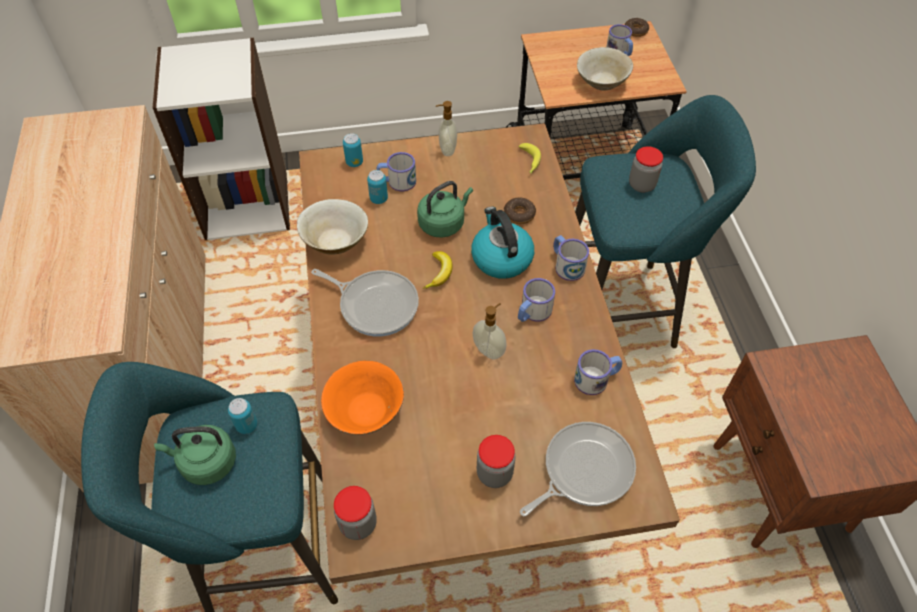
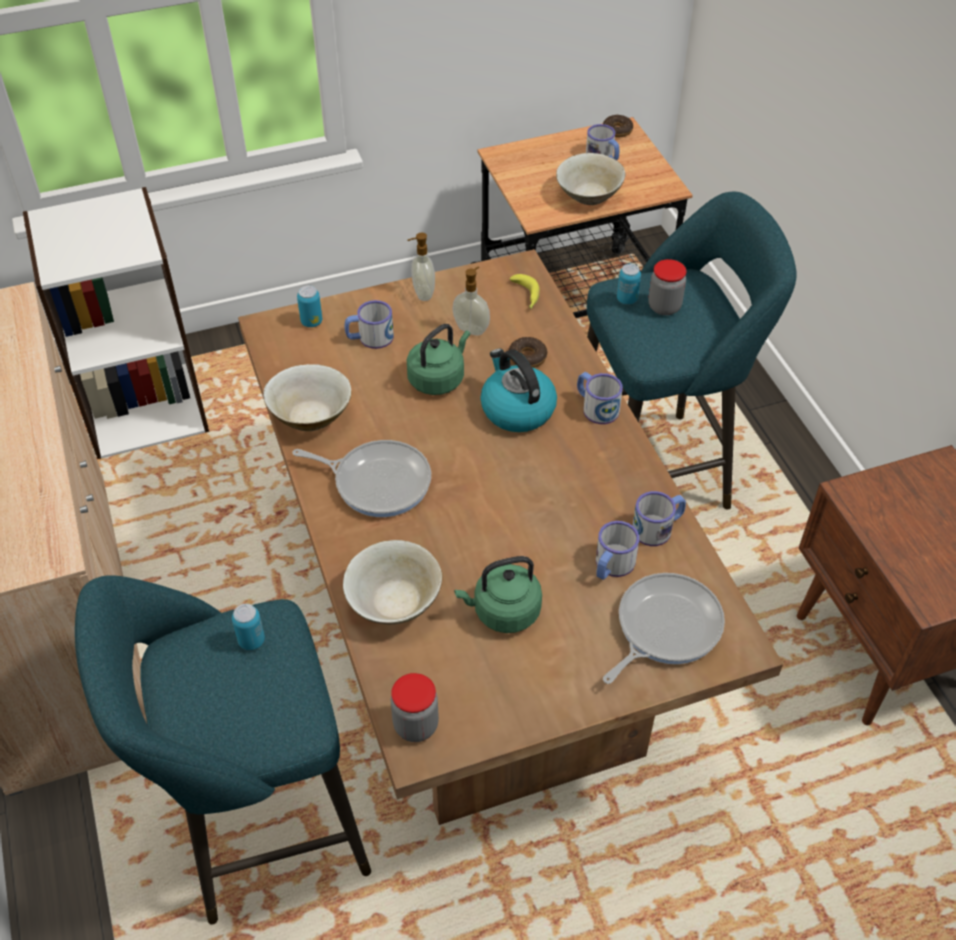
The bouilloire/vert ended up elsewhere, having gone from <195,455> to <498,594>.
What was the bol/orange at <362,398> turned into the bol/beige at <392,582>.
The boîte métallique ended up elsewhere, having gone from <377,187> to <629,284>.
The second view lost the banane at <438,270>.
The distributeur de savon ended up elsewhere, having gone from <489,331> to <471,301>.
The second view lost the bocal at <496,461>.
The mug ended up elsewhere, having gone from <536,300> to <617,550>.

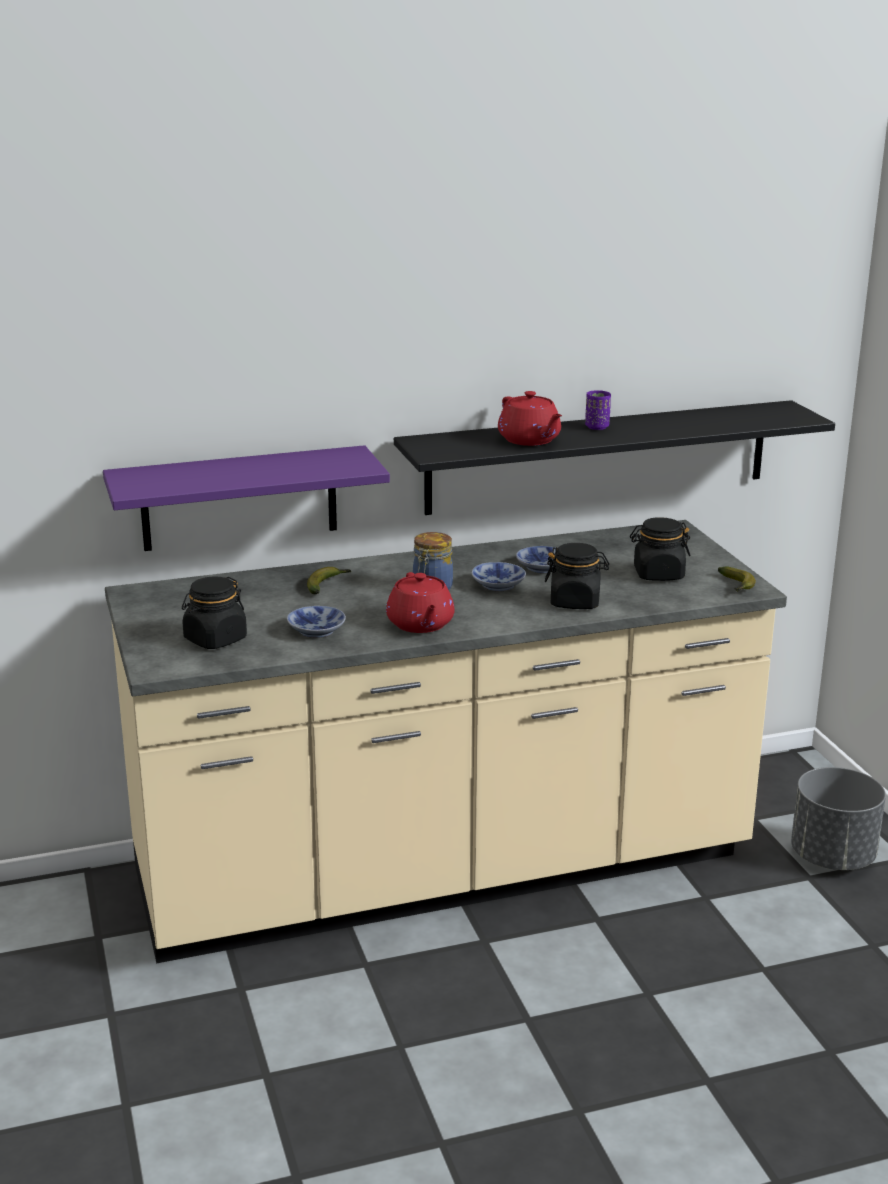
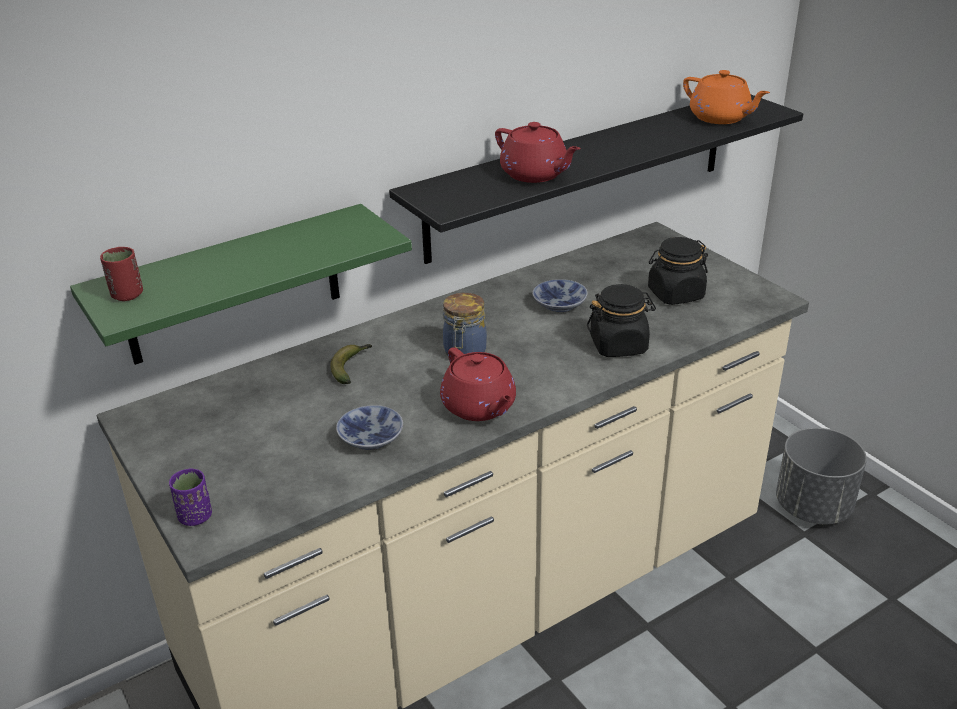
What was the étagère/violet at <246,498> turned into the étagère/vert at <241,284>.
The second view lost the bocal/noir at <214,612>.
The second view lost the bol at <499,576>.
The tasse/violet ended up elsewhere, having gone from <598,410> to <190,497>.
The second view lost the banane at <737,579>.
The second view gained the tasse/rouge at <121,274>.
The second view gained the théière/orange at <726,97>.

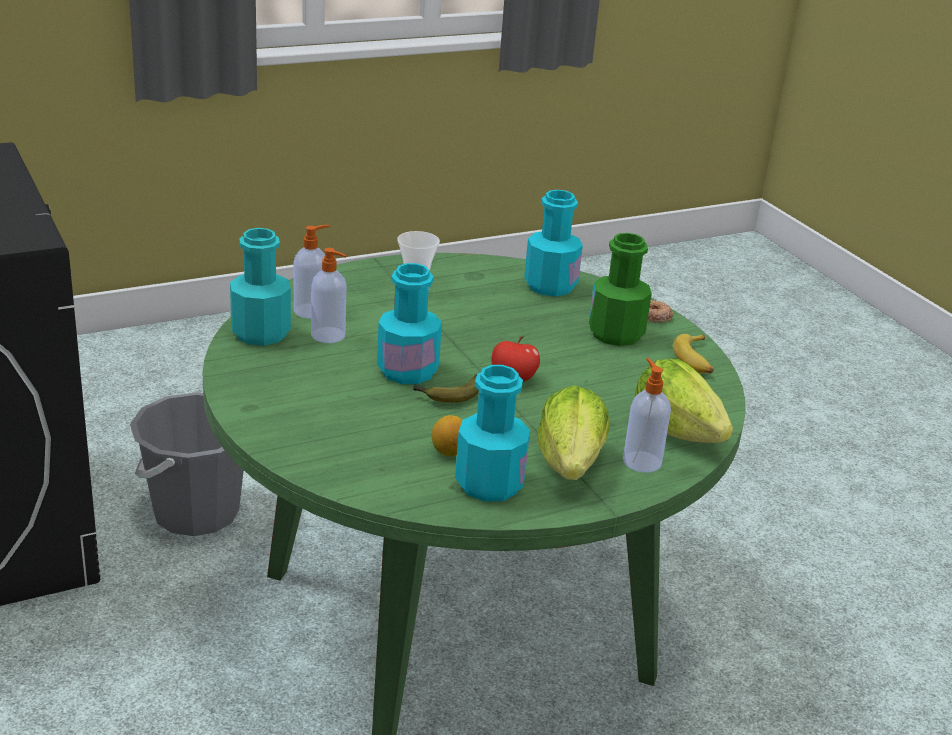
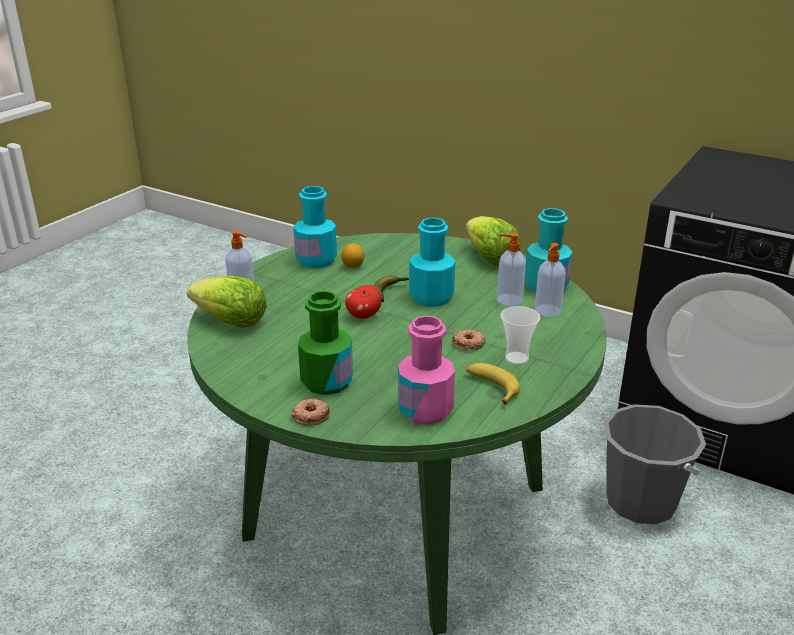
What was the bouteille/turquoise at <553,243> turned into the bouteille/rose at <426,370>.
The laitue ended up elsewhere, having gone from <573,432> to <493,240>.
The banane ended up elsewhere, having gone from <693,354> to <493,384>.
The second view gained the beignet at <468,340>.

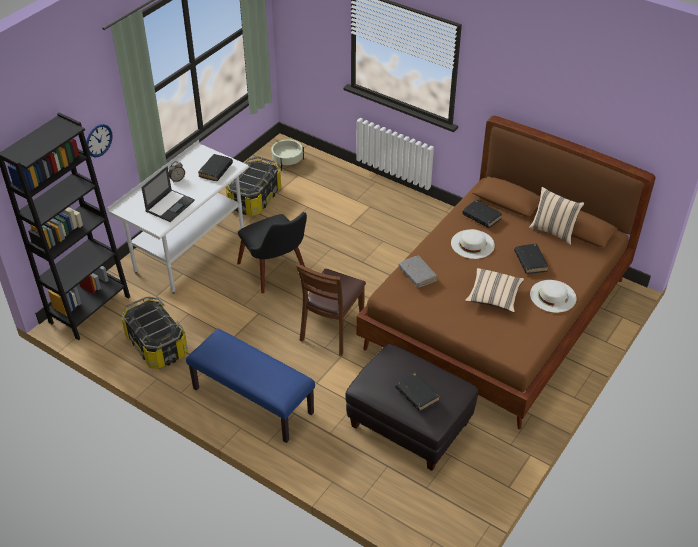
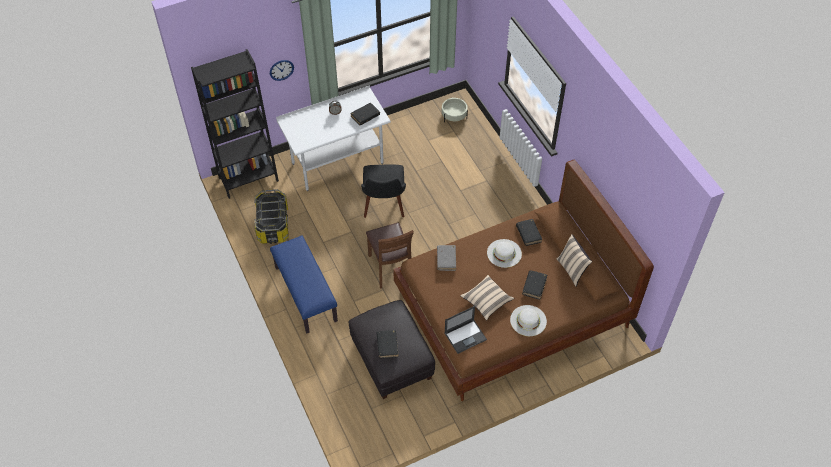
The ordinateur portable ended up elsewhere, having gone from <168,194> to <465,330>.
The second view lost the boîte de rangement at <253,186>.
The chaise/marron at <331,309> ended up facing another way, 75 degrees counterclockwise from before.

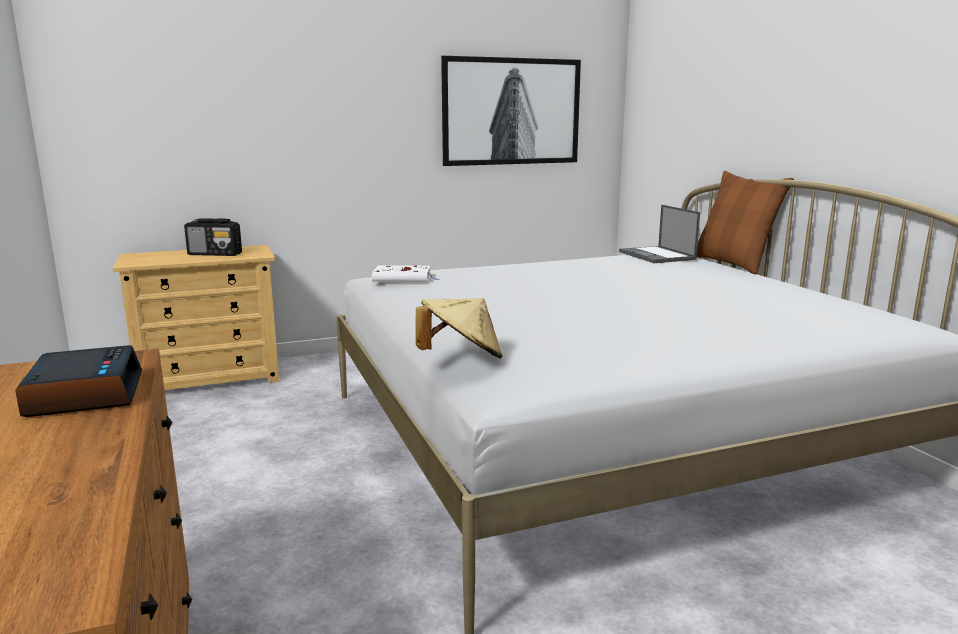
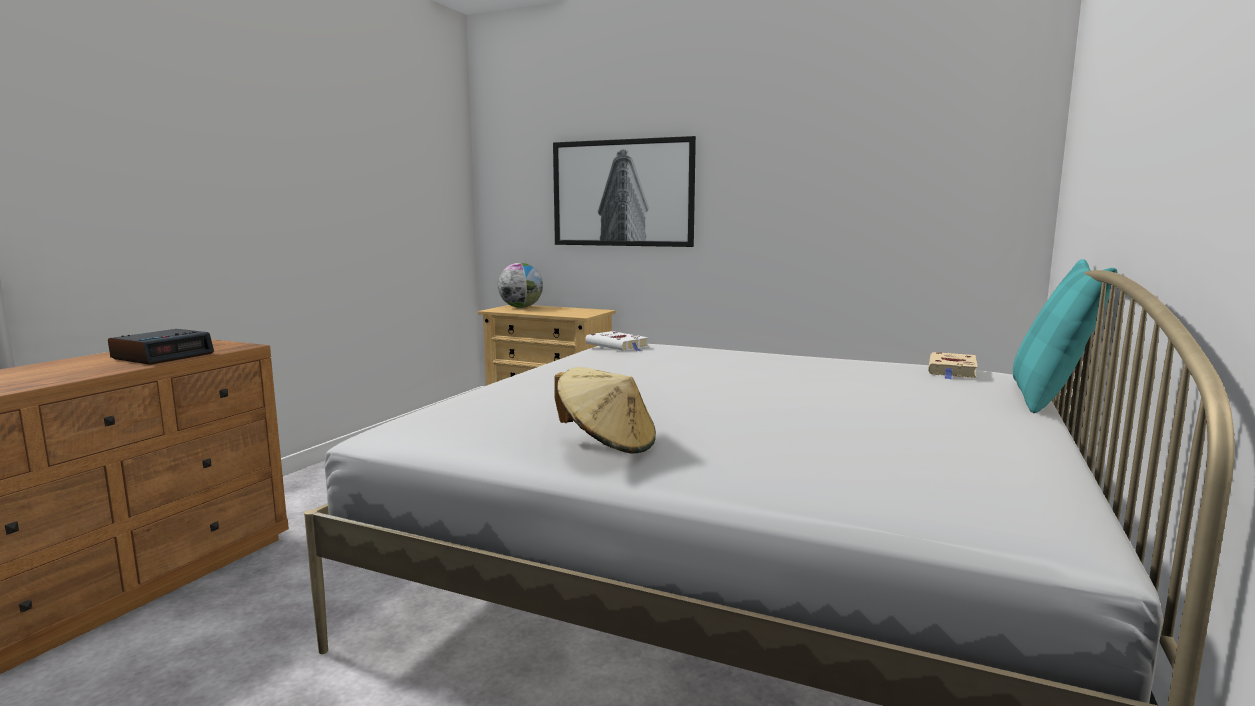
The second view lost the radio at <213,237>.
The chapeau/beige ended up elsewhere, having gone from <459,328> to <605,410>.
The tableau ended up elsewhere, having gone from <511,111> to <624,191>.
Where the ordinateur portable stood at <659,234>, the livre/beige came to stand at <953,366>.
What was the coussin/marron at <745,222> turned into the coussin/turquoise at <1065,336>.
The second view gained the globe at <520,285>.

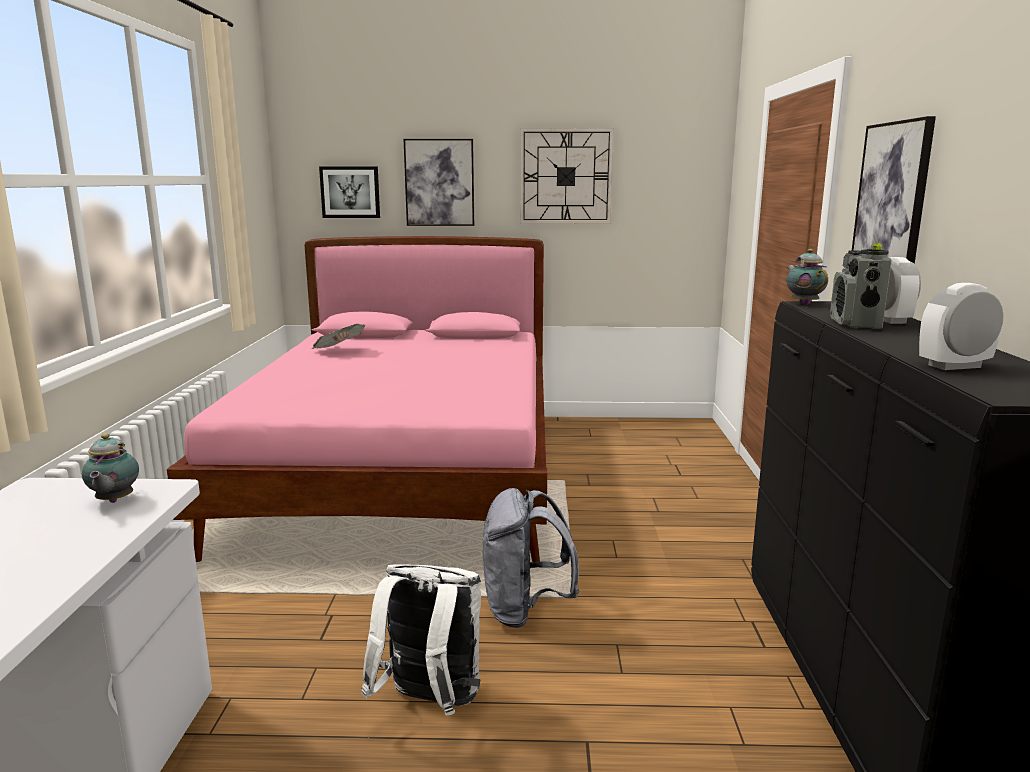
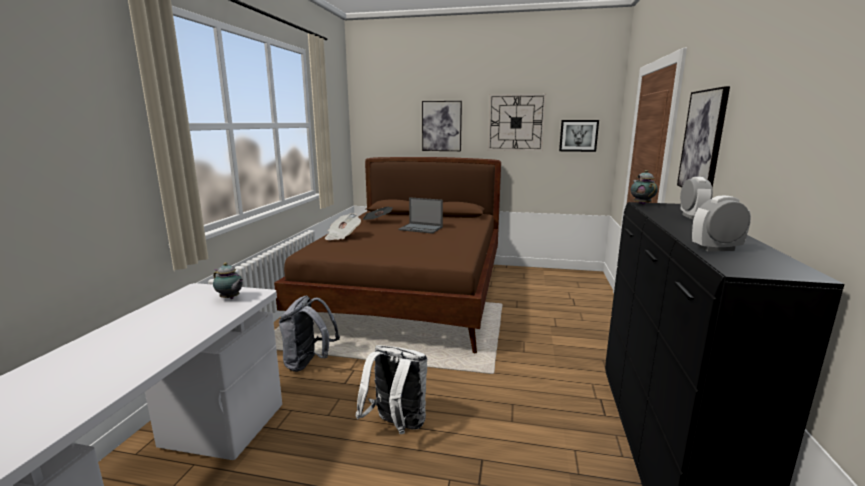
The théière at <110,468> ended up facing another way, 60 degrees counterclockwise from before.
What was the lit/rose at <357,399> turned into the lit/marron at <387,255>.
The tableau ended up elsewhere, having gone from <349,192> to <579,136>.
The sac à dos/gris ended up elsewhere, having gone from <531,558> to <309,334>.
The second view lost the radio at <861,286>.
The second view gained the journal at <342,226>.
The second view gained the ordinateur portable at <420,215>.

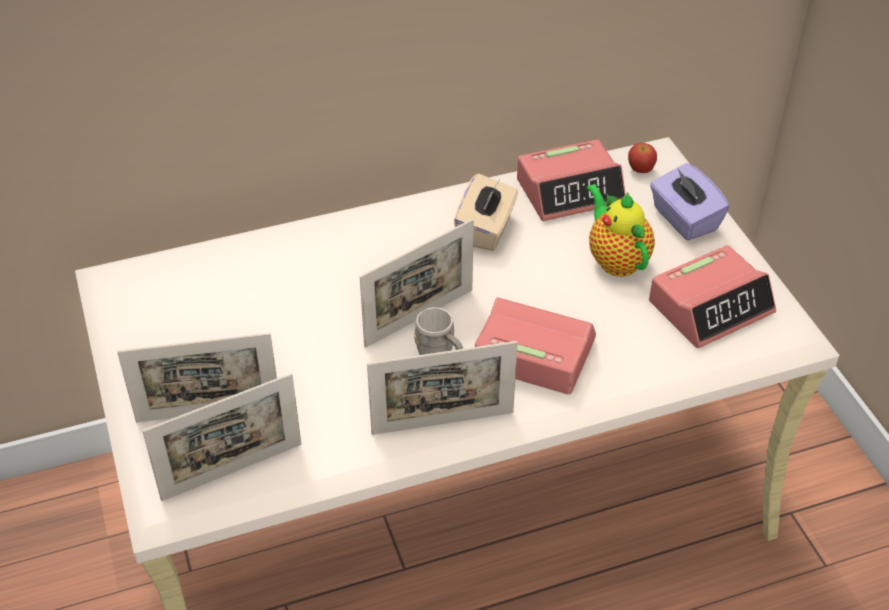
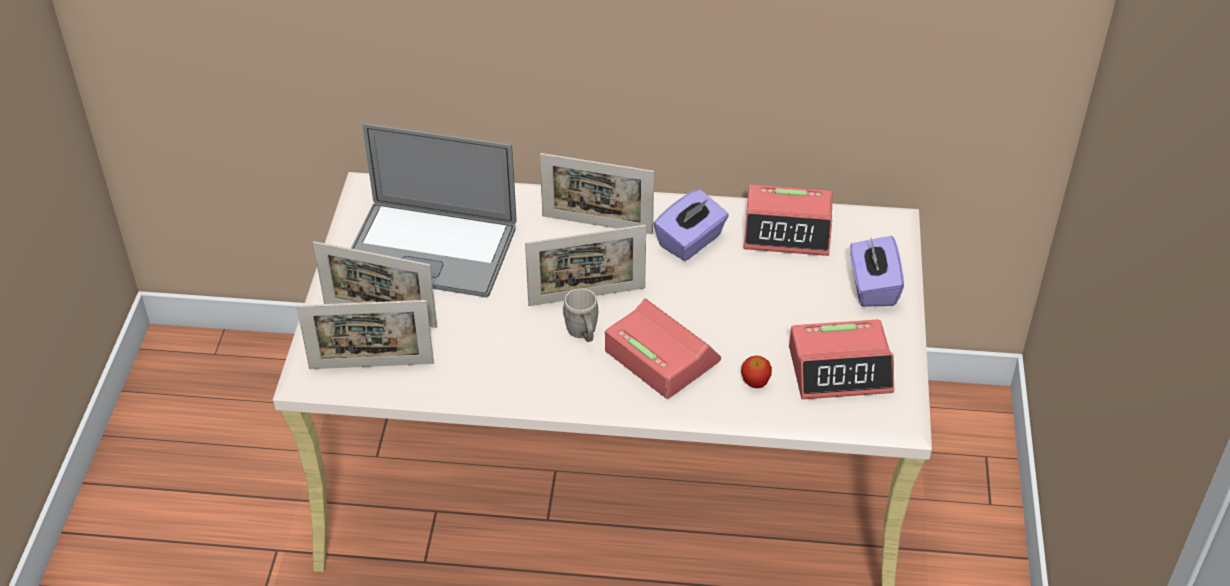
The cadre photo ended up elsewhere, having gone from <442,388> to <597,193>.
What was the boîte à mouchoirs/beige at <486,212> turned into the boîte à mouchoirs/violet at <691,225>.
The second view lost the théière at <620,230>.
The pomme ended up elsewhere, having gone from <642,158> to <756,371>.
The second view gained the ordinateur portable at <434,210>.

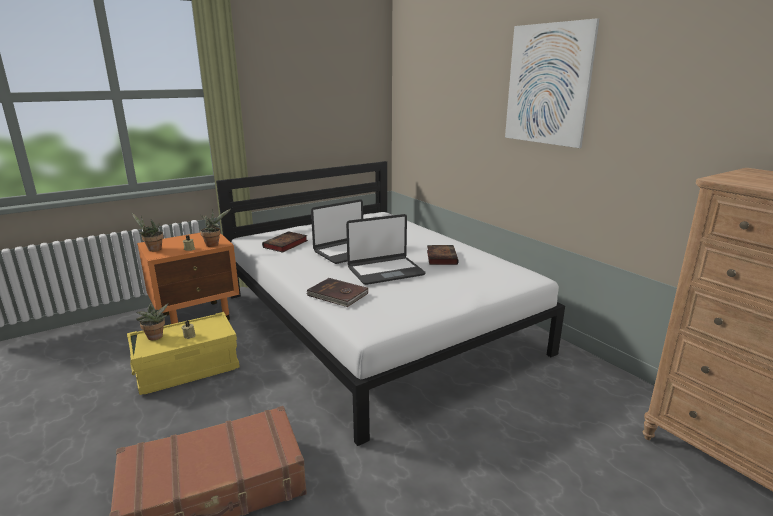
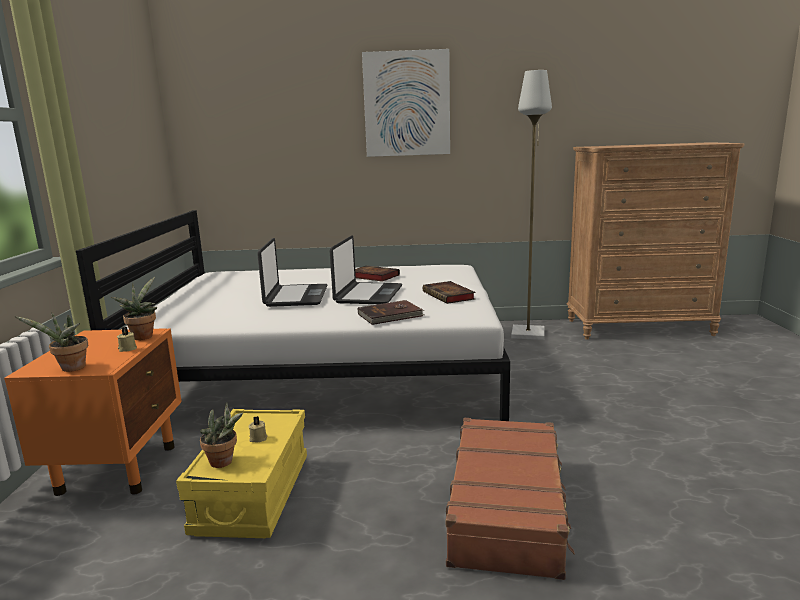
The livre ended up elsewhere, having gone from <285,242> to <449,292>.
The second view gained the lampadaire/gris at <531,205>.

